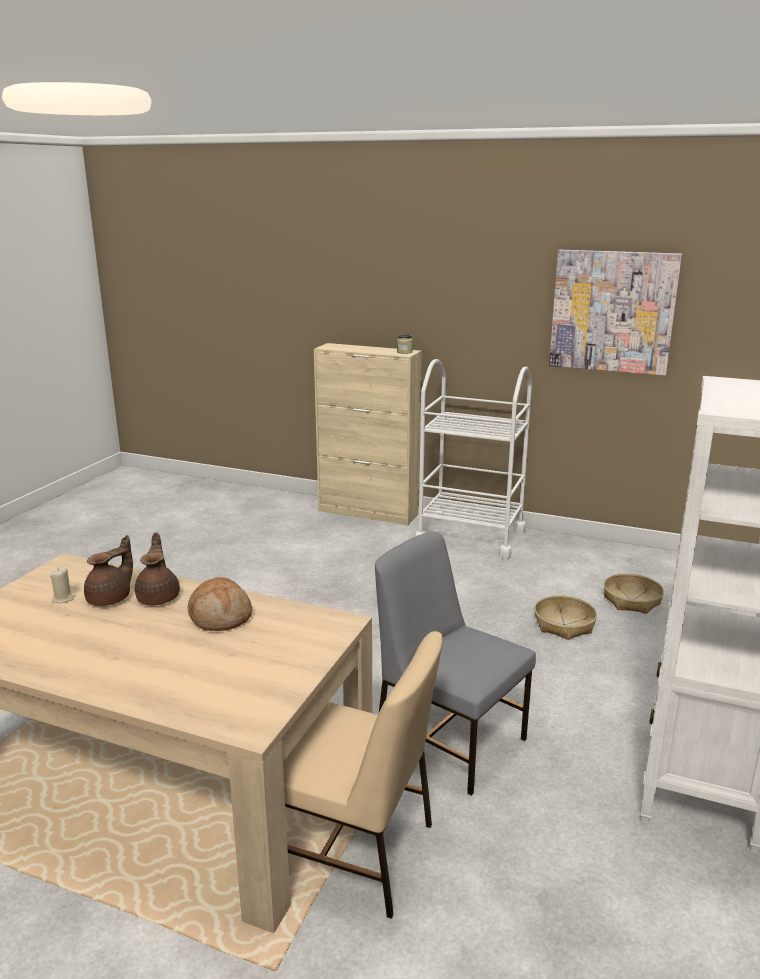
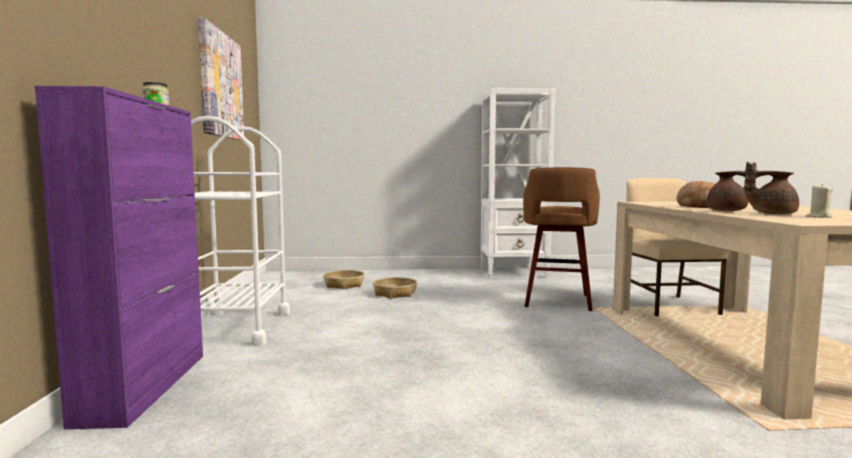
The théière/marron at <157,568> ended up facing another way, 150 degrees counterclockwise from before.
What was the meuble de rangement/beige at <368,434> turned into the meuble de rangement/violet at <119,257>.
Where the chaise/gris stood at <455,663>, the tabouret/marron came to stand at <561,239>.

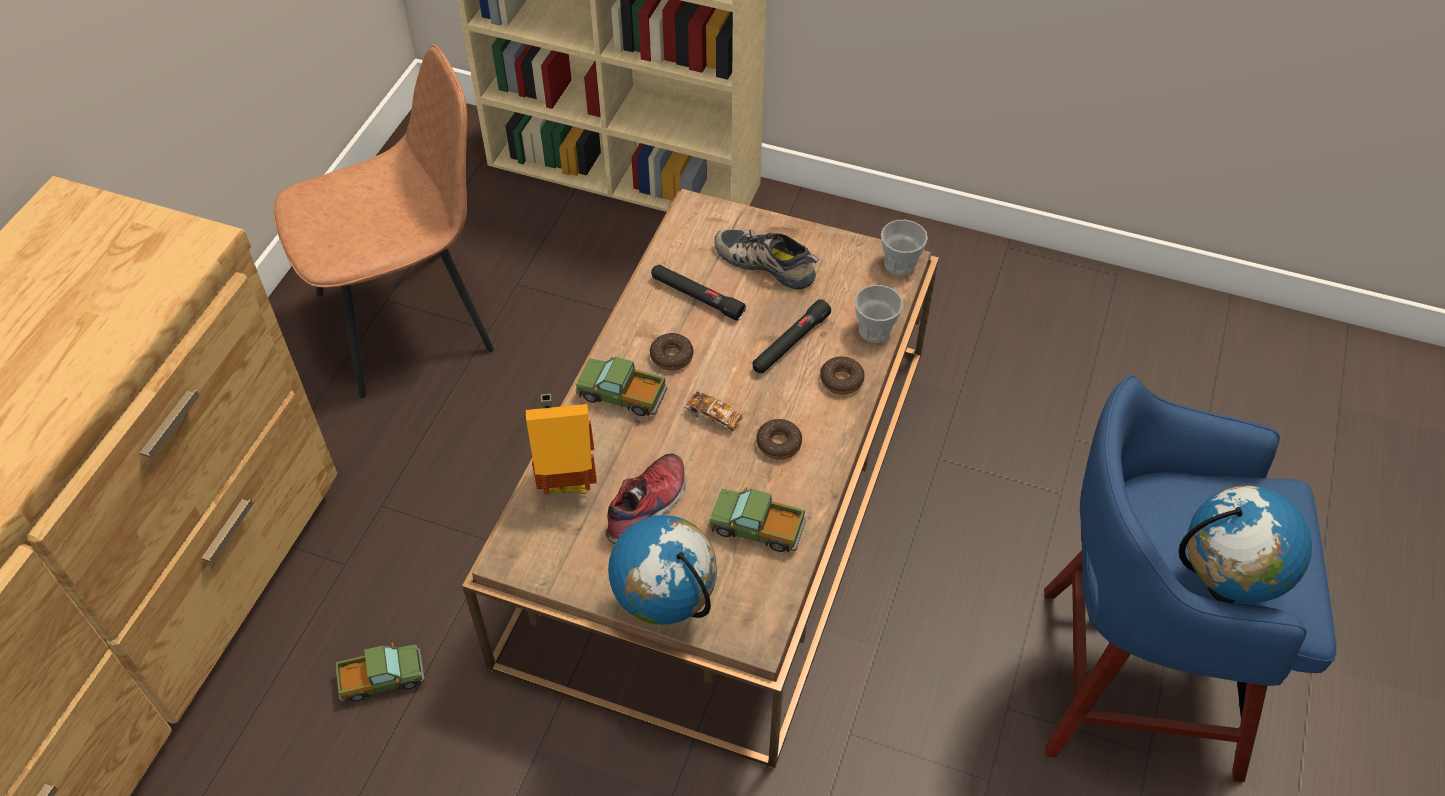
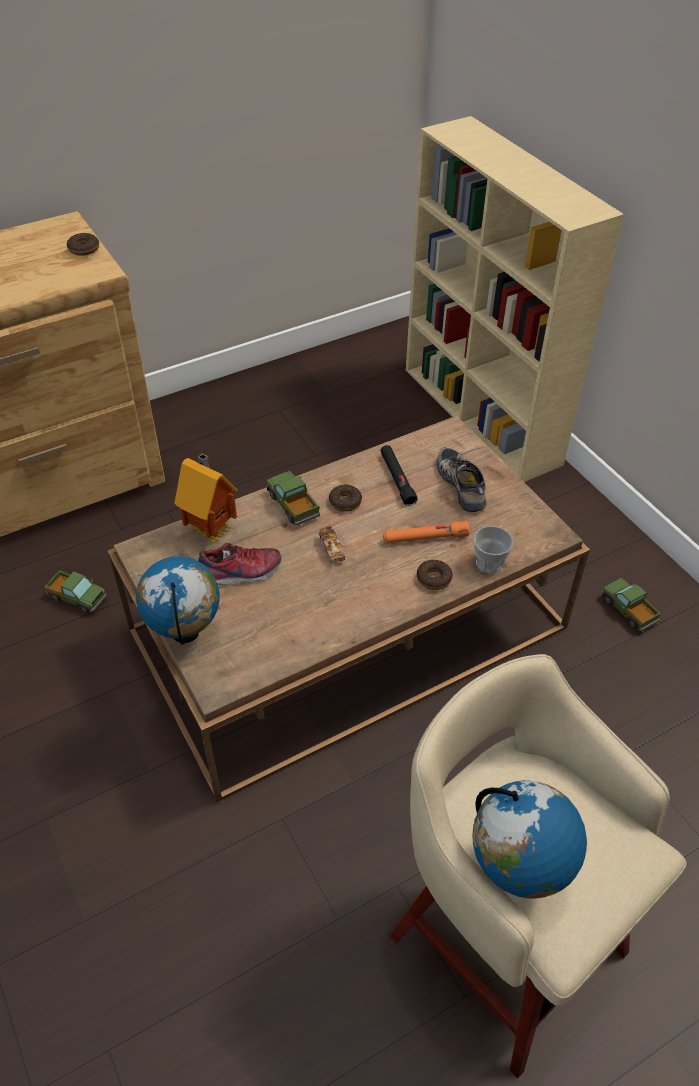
The second view lost the chaise/marron at <384,221>.
The camion jouet ended up elsewhere, having gone from <757,519> to <631,605>.
What was the lampe de poche/noir at <791,336> turned into the lampe de poche/orange at <426,532>.
The beignet ended up elsewhere, having gone from <779,439> to <83,244>.
The second view lost the tasse at <904,247>.
What was the tabouret/bleu at <1190,578> turned into the tabouret/beige at <538,866>.

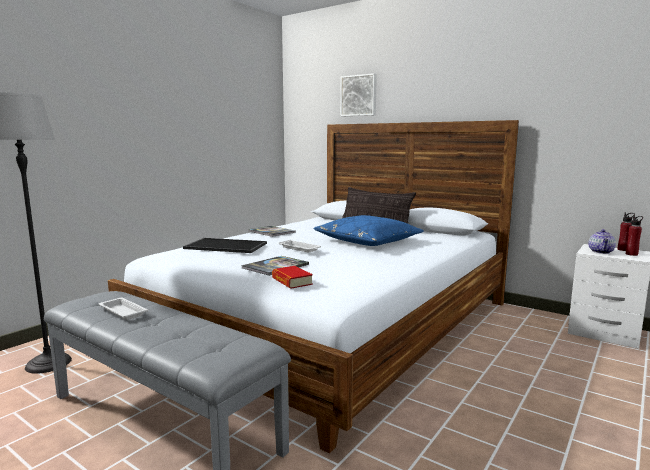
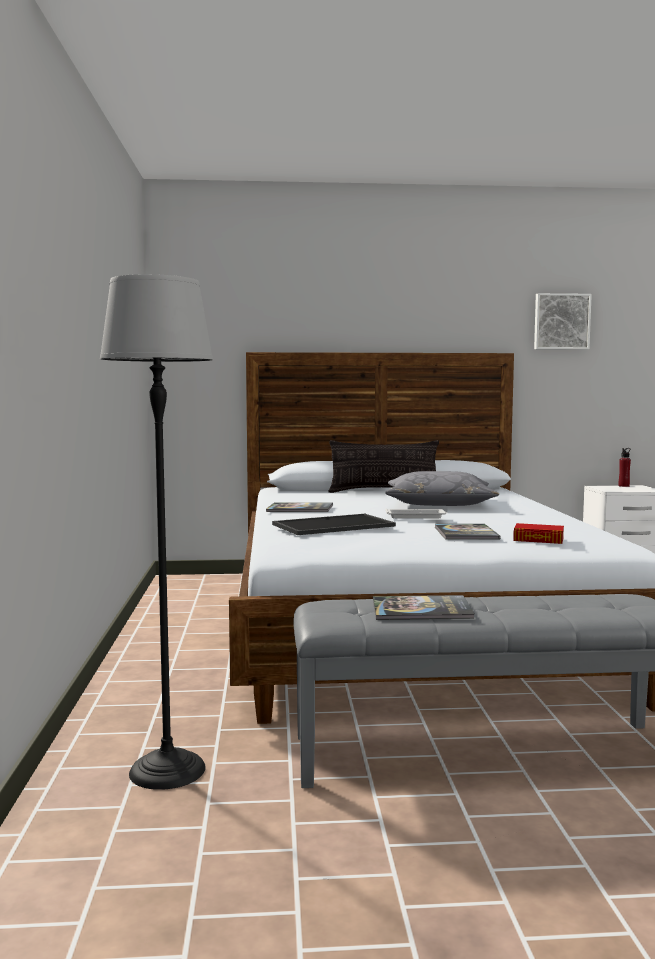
Where the plateau/blanc stood at <123,309>, the livre came to stand at <423,607>.
What was the coussin/bleu at <369,230> turned into the coussin/gris at <442,488>.
The tableau ended up elsewhere, having gone from <358,94> to <563,321>.
The second view lost the théière at <602,241>.
The second view lost the bouteille/rouge at <634,236>.

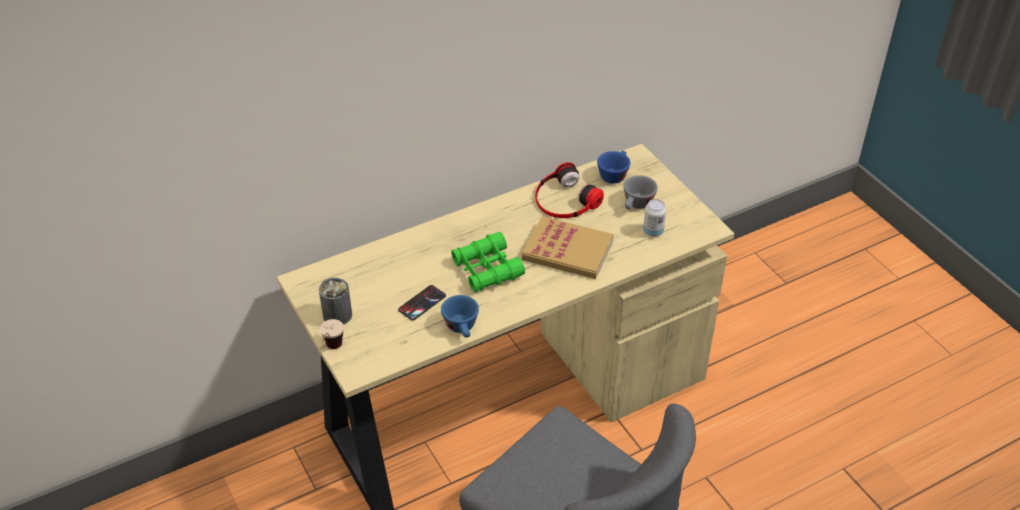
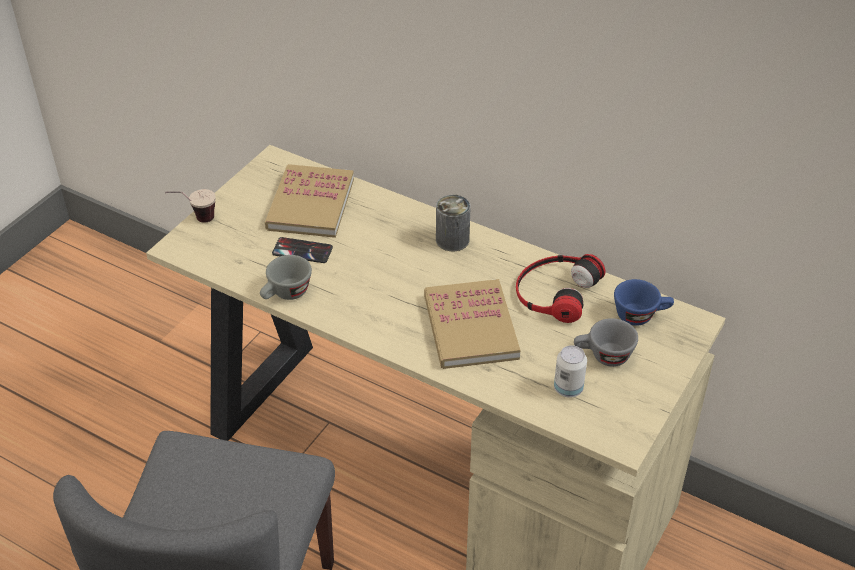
The boîte métallique ended up elsewhere, having gone from <335,301> to <453,223>.
What was the tasse/bleu at <460,316> turned into the tasse/gris at <286,277>.
The second view lost the jumelles/vert at <488,262>.
The second view gained the livre at <309,201>.

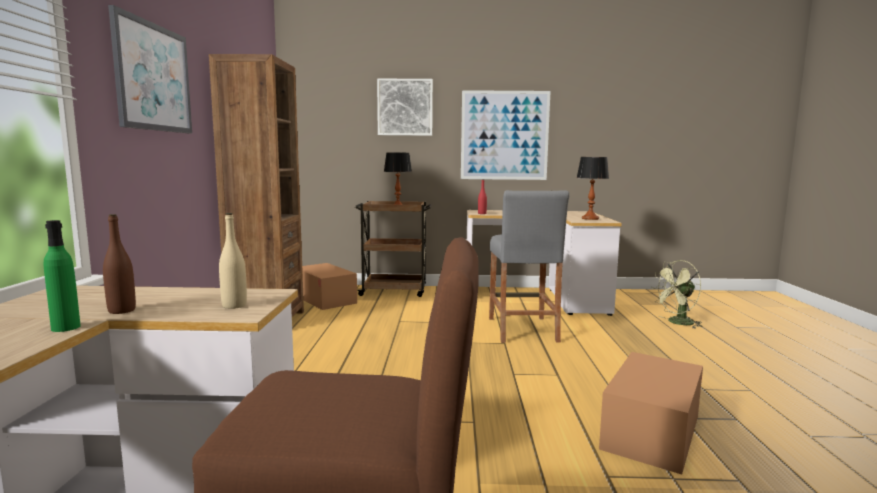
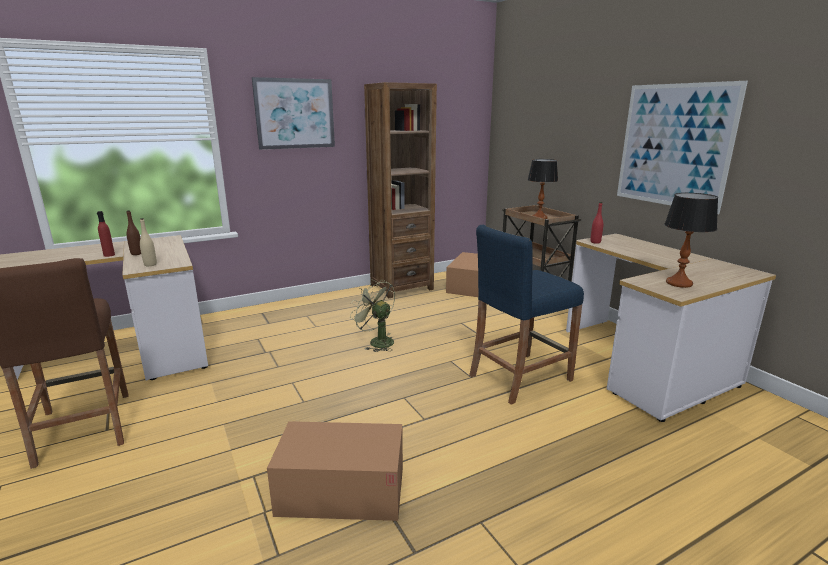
What was the bouteille/vert at <62,276> turned into the bouteille/rouge at <106,234>.
The second view lost the tableau at <405,107>.
What was the tabouret/gris at <529,266> turned into the tabouret/bleu at <526,315>.
The ventilateur/vert ended up elsewhere, having gone from <677,294> to <372,315>.

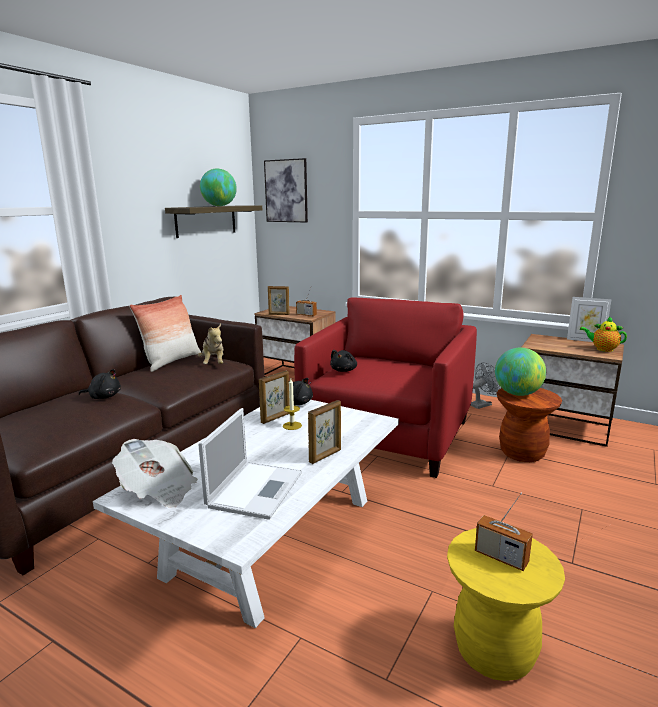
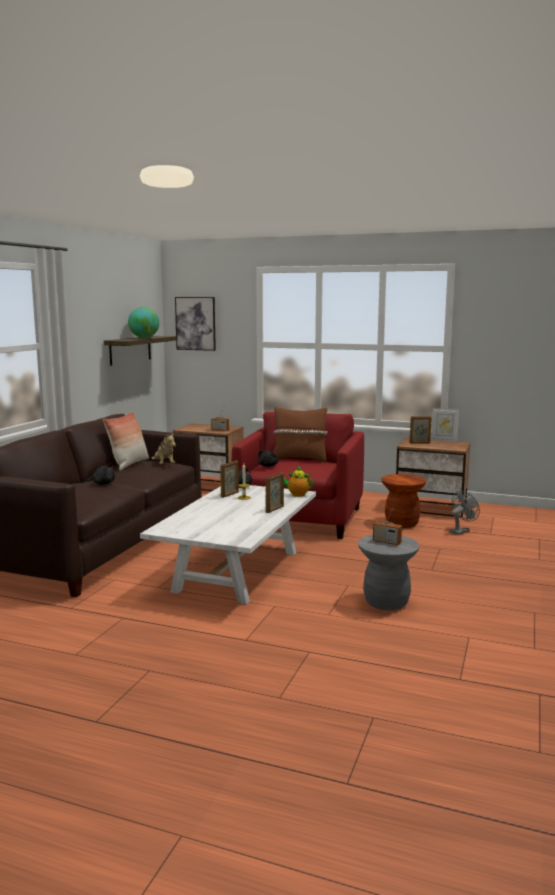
The second view lost the journal at <155,473>.
The second view lost the ordinateur portable at <250,464>.
The cadre photo ended up elsewhere, having gone from <279,300> to <421,429>.
What was the tabouret/jaune at <506,604> turned into the tabouret/gris at <388,572>.
The ventilateur/gris ended up elsewhere, having gone from <485,385> to <465,513>.
The second view lost the globe at <520,371>.
The théière ended up elsewhere, having gone from <603,334> to <298,481>.
The second view gained the coussin/marron at <300,434>.

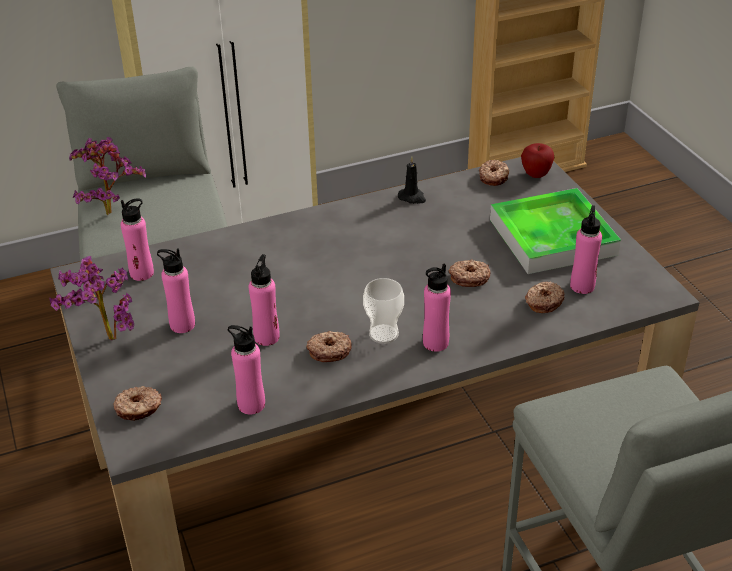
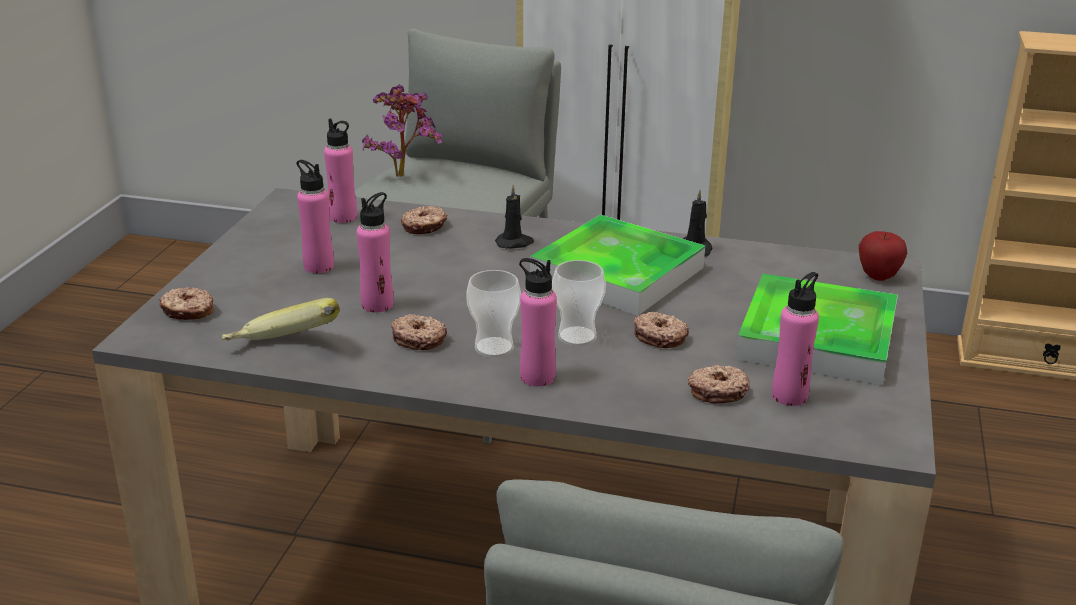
The second view lost the plante en pot at <91,298>.
Where the bouteille/rose stood at <246,370>, the banane came to stand at <281,319>.
The beignet ended up elsewhere, having gone from <494,173> to <424,220>.
The second view gained the bougie/noir at <514,216>.
The second view gained the plateau at <617,264>.
The second view gained the tasse at <579,303>.

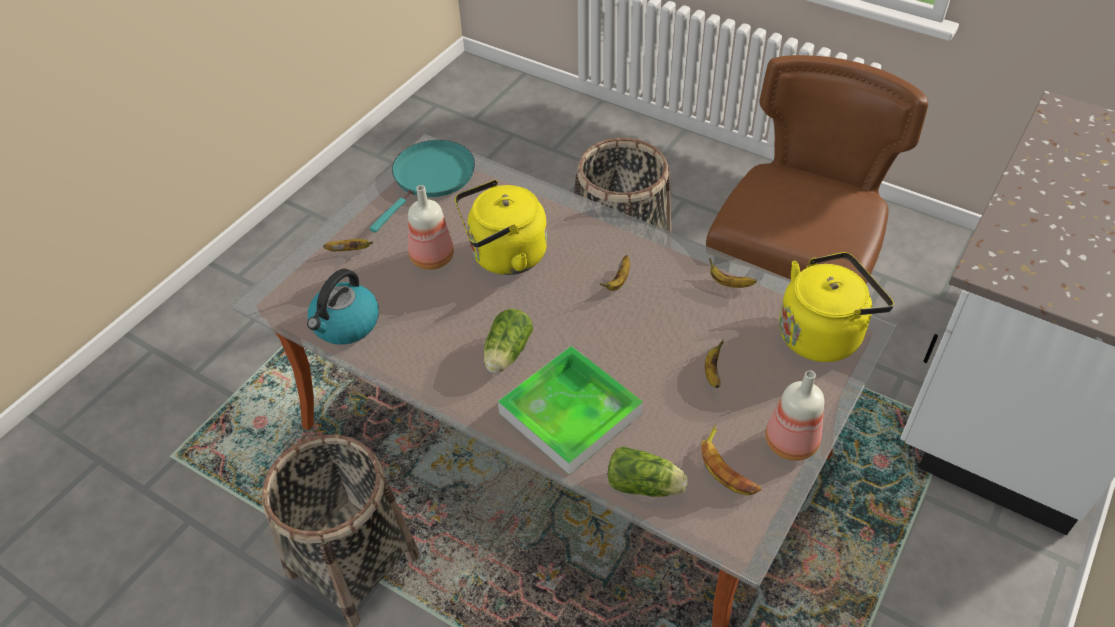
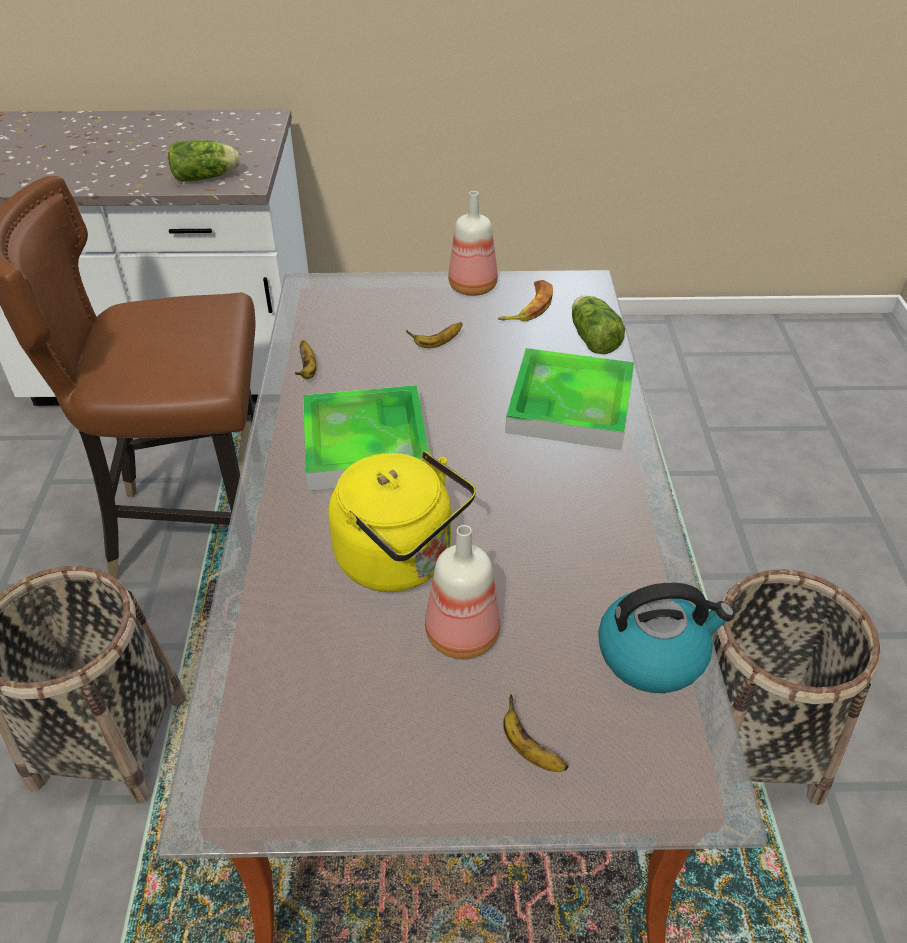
The second view lost the poêle/turquoise at <422,186>.
The laitue ended up elsewhere, having gone from <508,341> to <204,161>.
Where the banane stood at <615,273>, the plateau came to stand at <366,438>.
The second view lost the bouilloire/jaune at <836,307>.

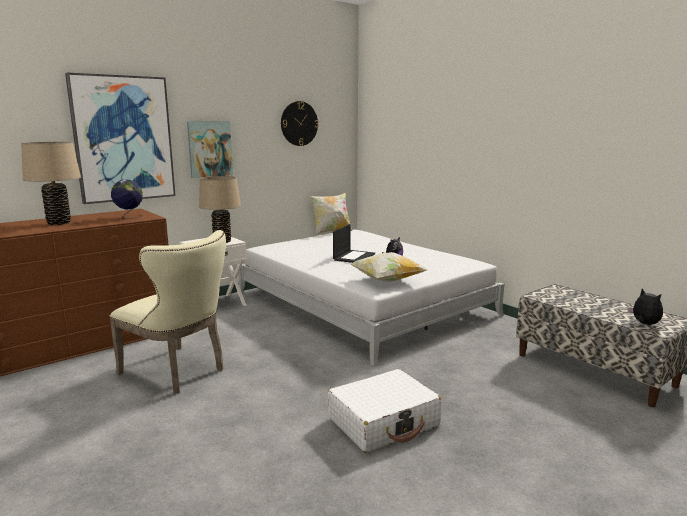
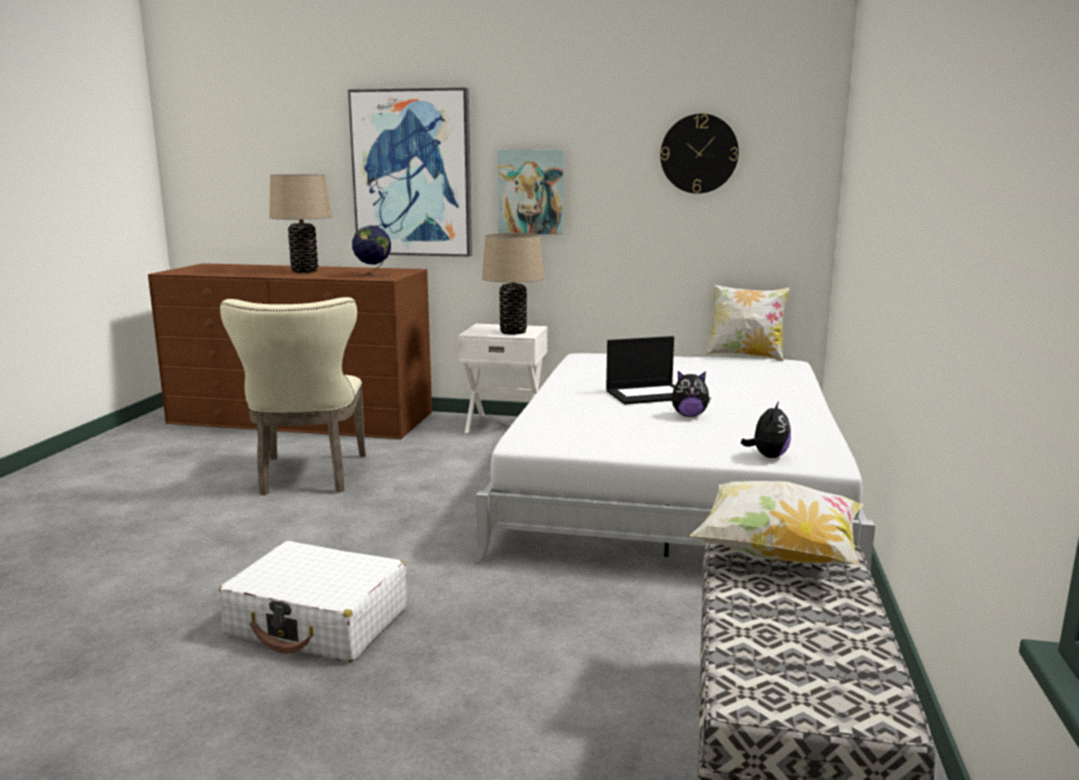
The coussin ended up elsewhere, having gone from <389,267> to <777,522>.
The peluche ended up elsewhere, having gone from <645,307> to <766,430>.

